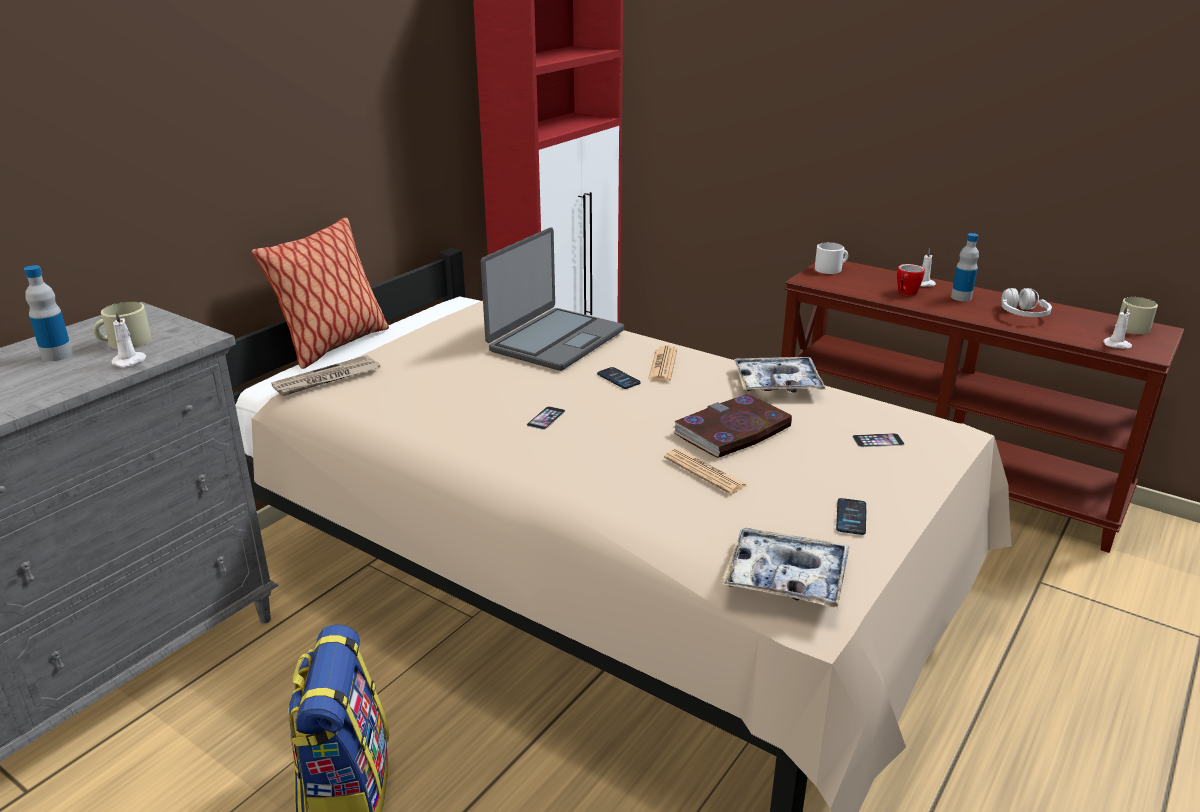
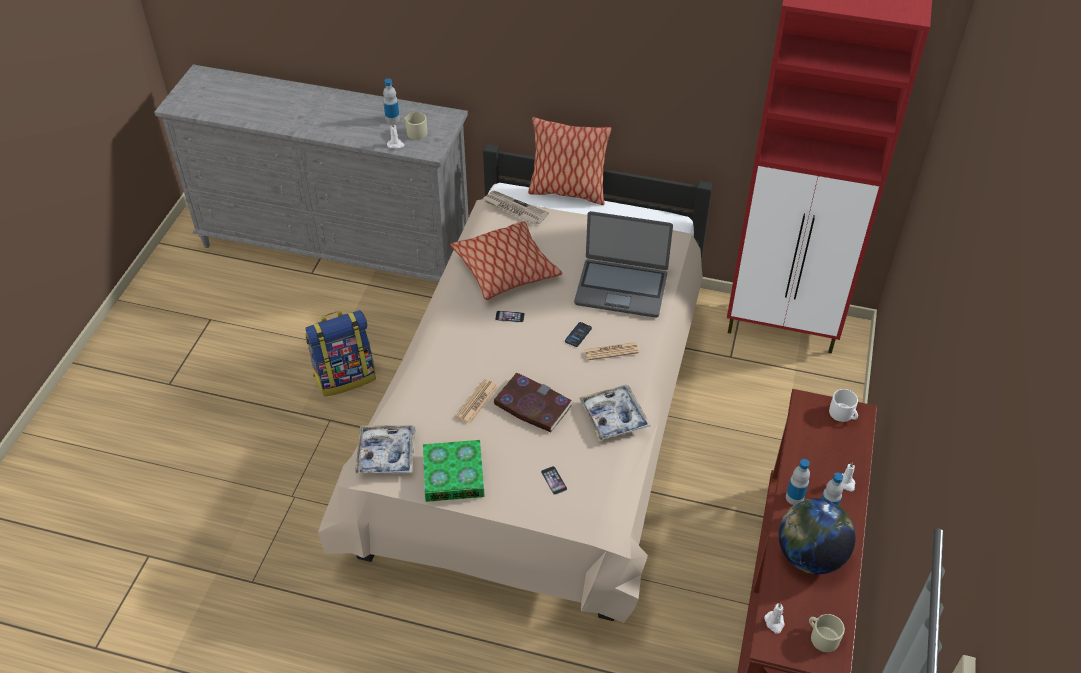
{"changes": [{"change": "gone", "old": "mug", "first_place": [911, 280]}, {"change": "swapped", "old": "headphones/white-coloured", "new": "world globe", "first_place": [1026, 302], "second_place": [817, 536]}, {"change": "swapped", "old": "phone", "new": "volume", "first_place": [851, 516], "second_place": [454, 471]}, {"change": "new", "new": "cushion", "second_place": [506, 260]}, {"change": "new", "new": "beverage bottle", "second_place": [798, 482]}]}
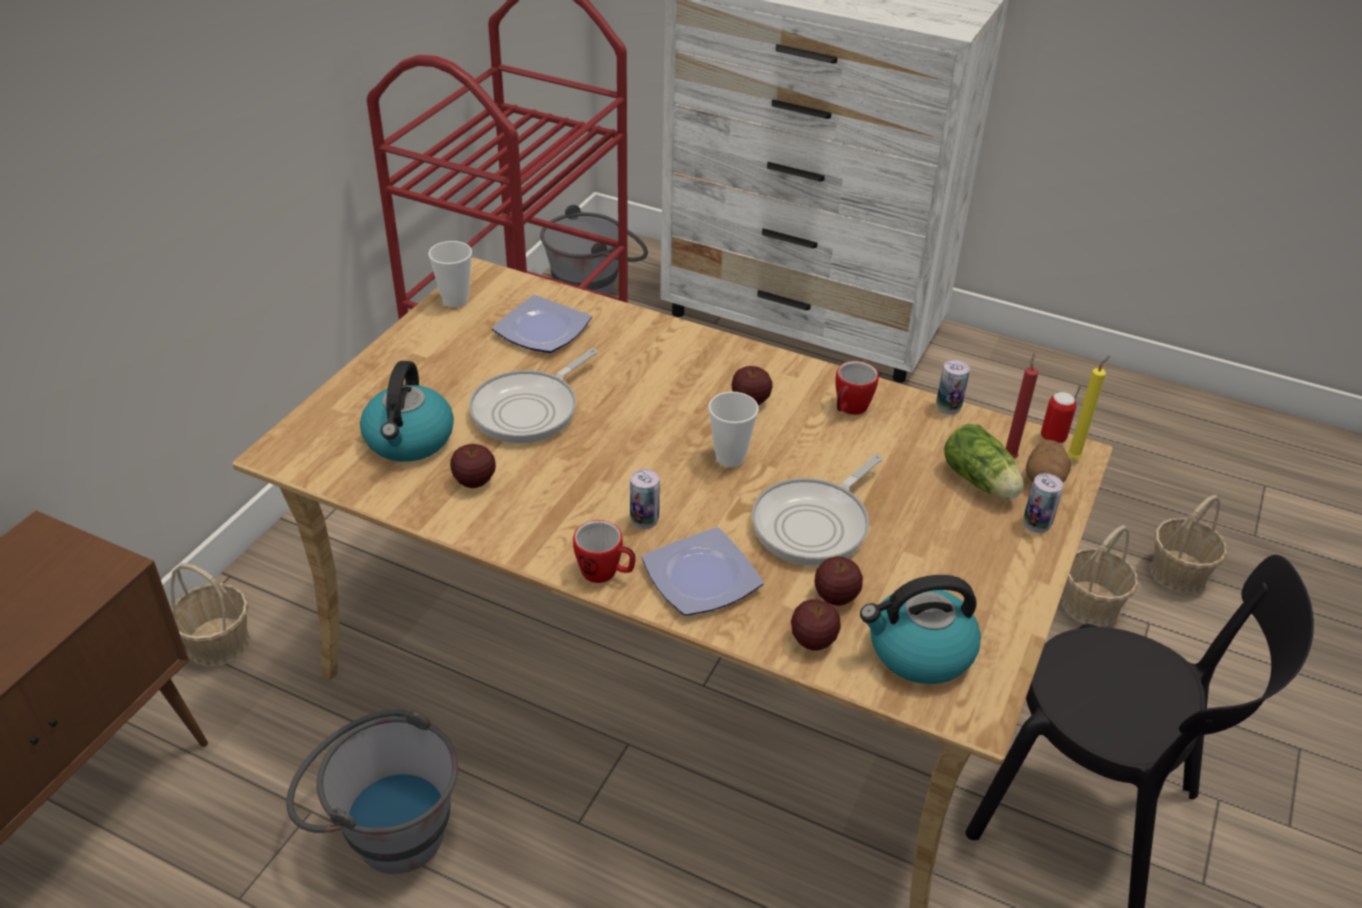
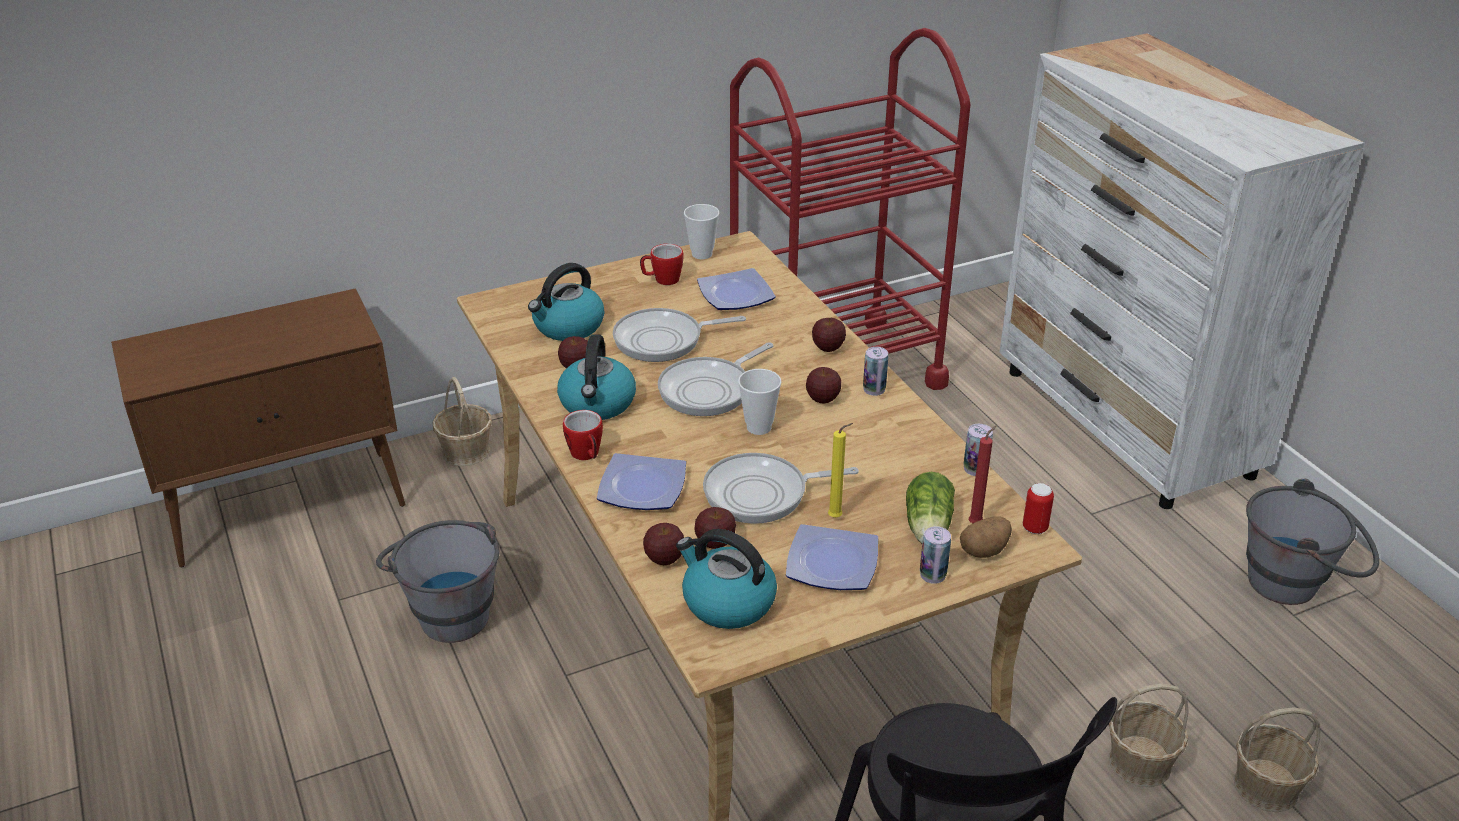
{"changes": [{"change": "shifted", "old": "water bucket/greyish", "first_place": [594, 250], "second_place": [1312, 541]}, {"change": "shifted", "old": "candle/yellowish", "first_place": [1088, 407], "second_place": [840, 470]}, {"change": "shifted", "old": "mug", "first_place": [857, 388], "second_place": [662, 264]}, {"change": "shifted", "old": "metal can", "first_place": [645, 499], "second_place": [875, 371]}, {"change": "new", "new": "whole apple", "second_place": [829, 335]}, {"change": "new", "new": "kettle", "second_place": [596, 377]}, {"change": "new", "new": "frying pan", "second_place": [715, 379]}, {"change": "new", "new": "dinner plate", "second_place": [832, 557]}]}
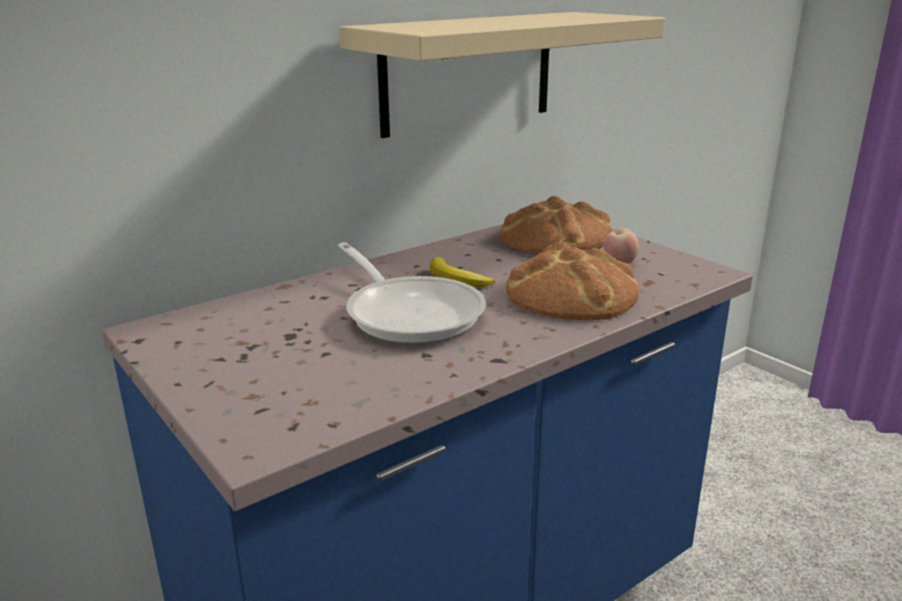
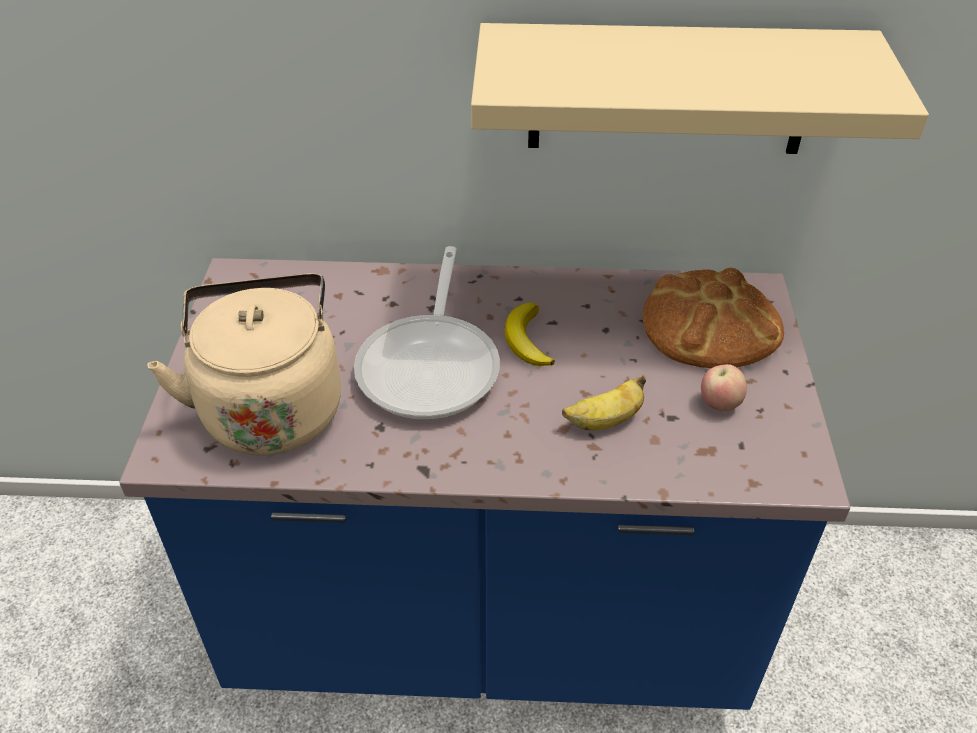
{"changes": [{"change": "swapped", "old": "bakery bread", "new": "banana fruit", "first_place": [572, 280], "second_place": [604, 403]}, {"change": "new", "new": "kettle/beige", "second_place": [244, 364]}]}
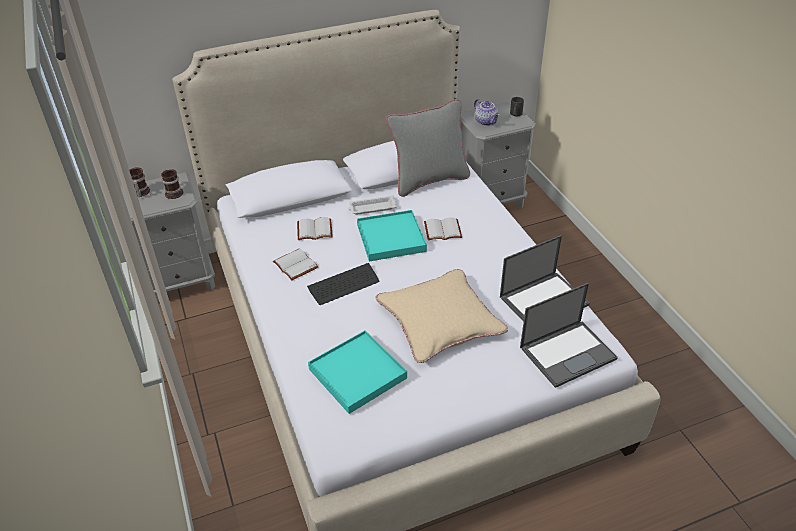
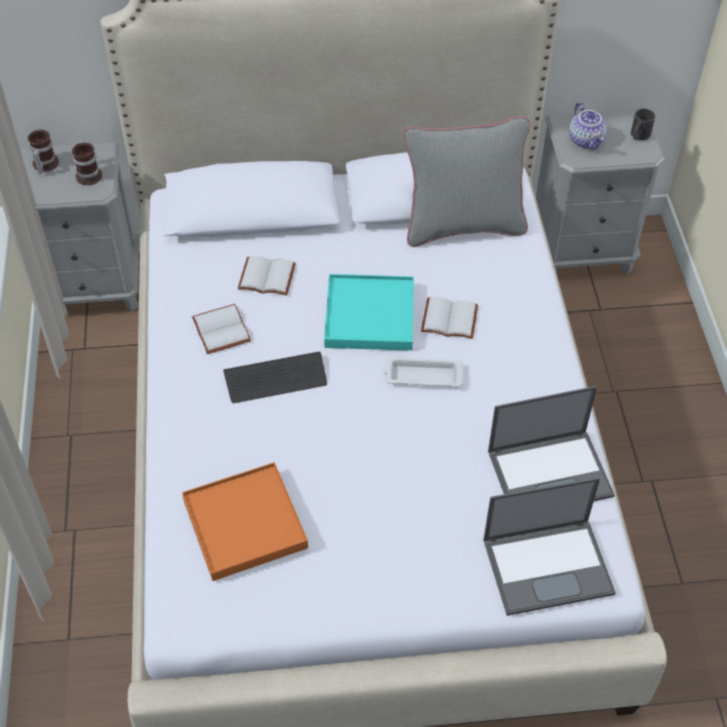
{"changes": [{"change": "shifted", "old": "carrying tray/white-coloured", "first_place": [372, 205], "second_place": [423, 372]}, {"change": "gone", "old": "cushion/beige", "first_place": [442, 316]}, {"change": "repainted", "old": "carrying tray/blue-green", "new": "carrying tray/orangey", "first_place": [357, 372], "second_place": [245, 521]}]}
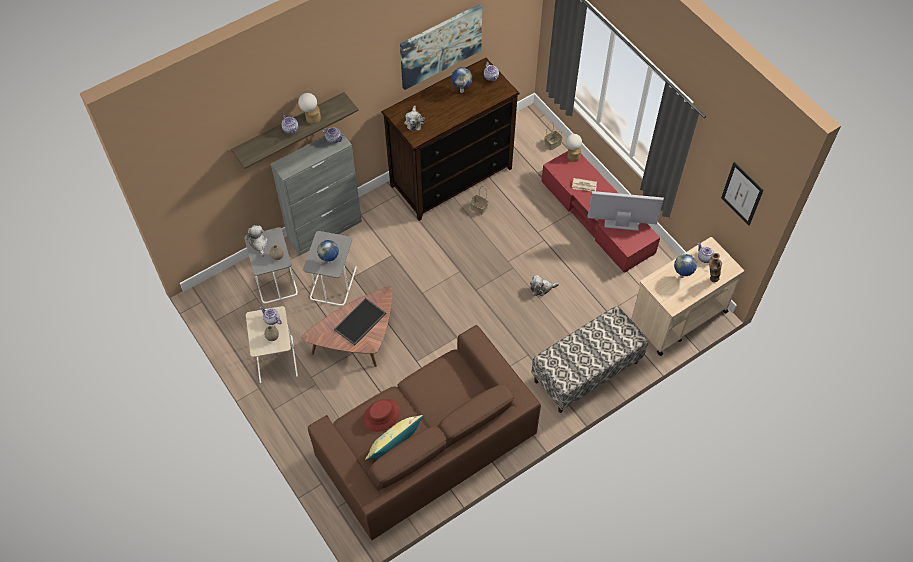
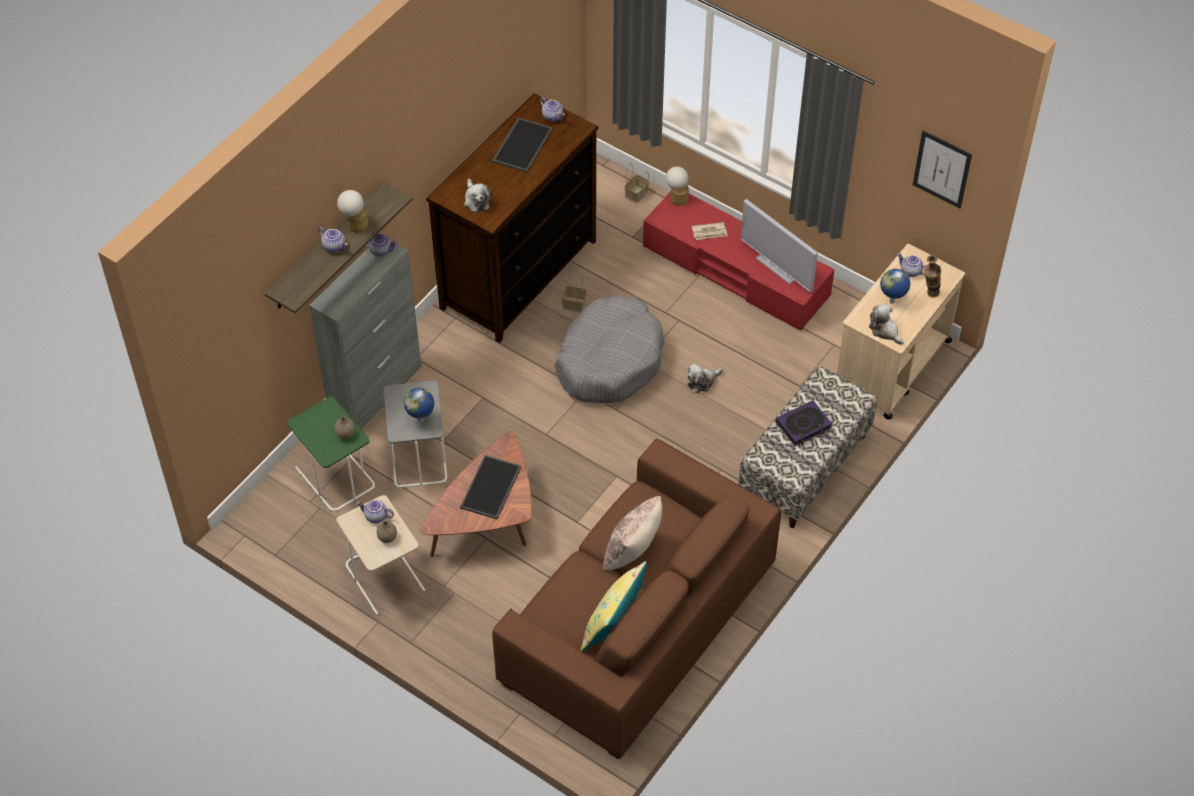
{"changes": [{"change": "gone", "old": "wall picture", "first_place": [441, 47]}, {"change": "swapped", "old": "world globe", "new": "carrying tray", "first_place": [461, 80], "second_place": [522, 144]}, {"change": "rotated", "old": "TV", "first_place": [626, 211], "second_place": [779, 245], "degrees": -120}, {"change": "shifted", "old": "cuddly toy", "first_place": [257, 241], "second_place": [886, 324]}, {"change": "repainted", "old": "end table/greyish", "new": "end table/greenish", "first_place": [271, 265], "second_place": [331, 454]}, {"change": "gone", "old": "clothing hat/reddish", "first_place": [381, 415]}, {"change": "new", "new": "dog cushion/greyish", "second_place": [610, 349]}, {"change": "new", "new": "volume", "second_place": [804, 423]}, {"change": "new", "new": "cushion/beige", "second_place": [632, 533]}]}
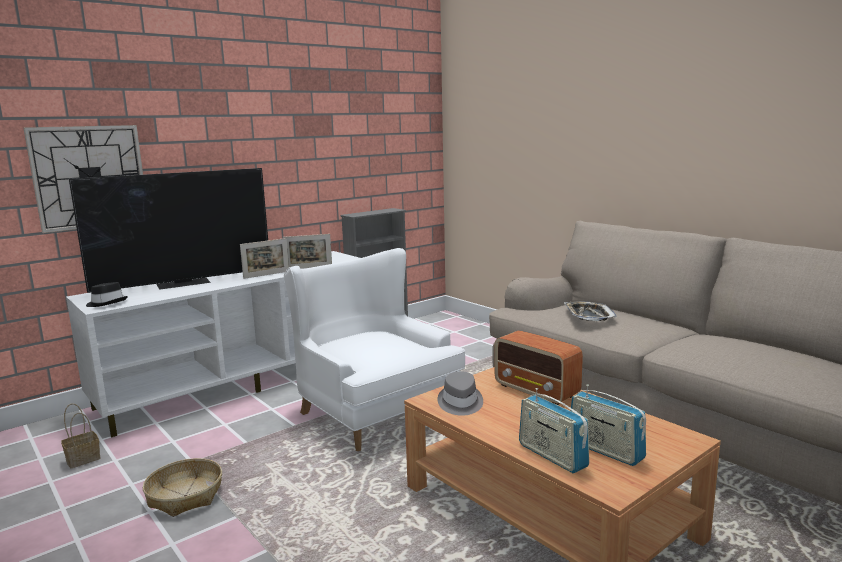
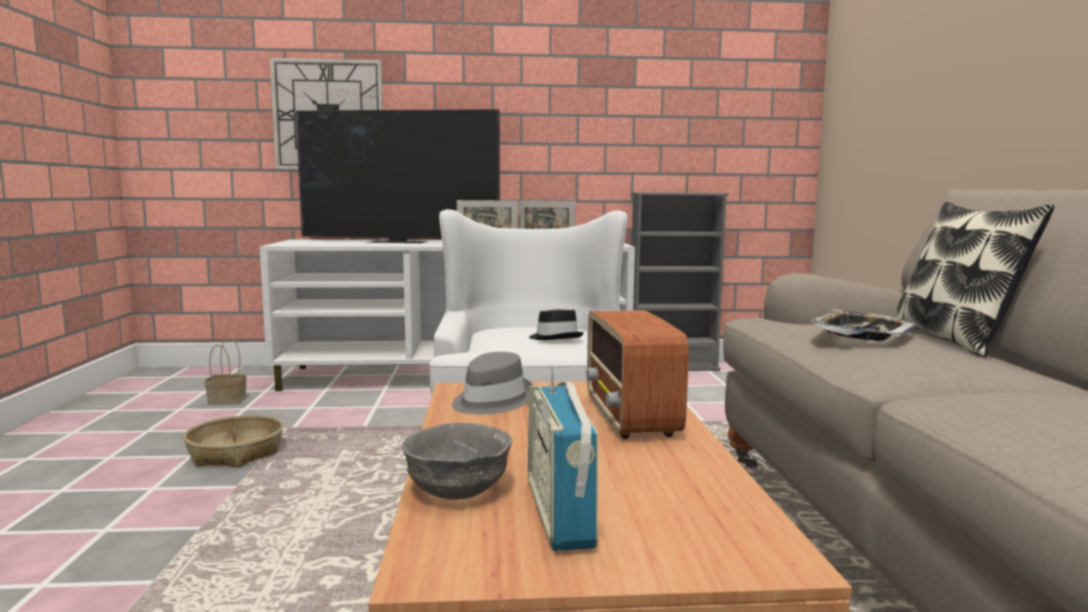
{"changes": [{"change": "shifted", "old": "clothing hat/blackish", "first_place": [107, 294], "second_place": [556, 325]}, {"change": "swapped", "old": "radio receiver", "new": "deep dish/greyish", "first_place": [554, 430], "second_place": [457, 461]}, {"change": "new", "new": "cushion", "second_place": [974, 280]}]}
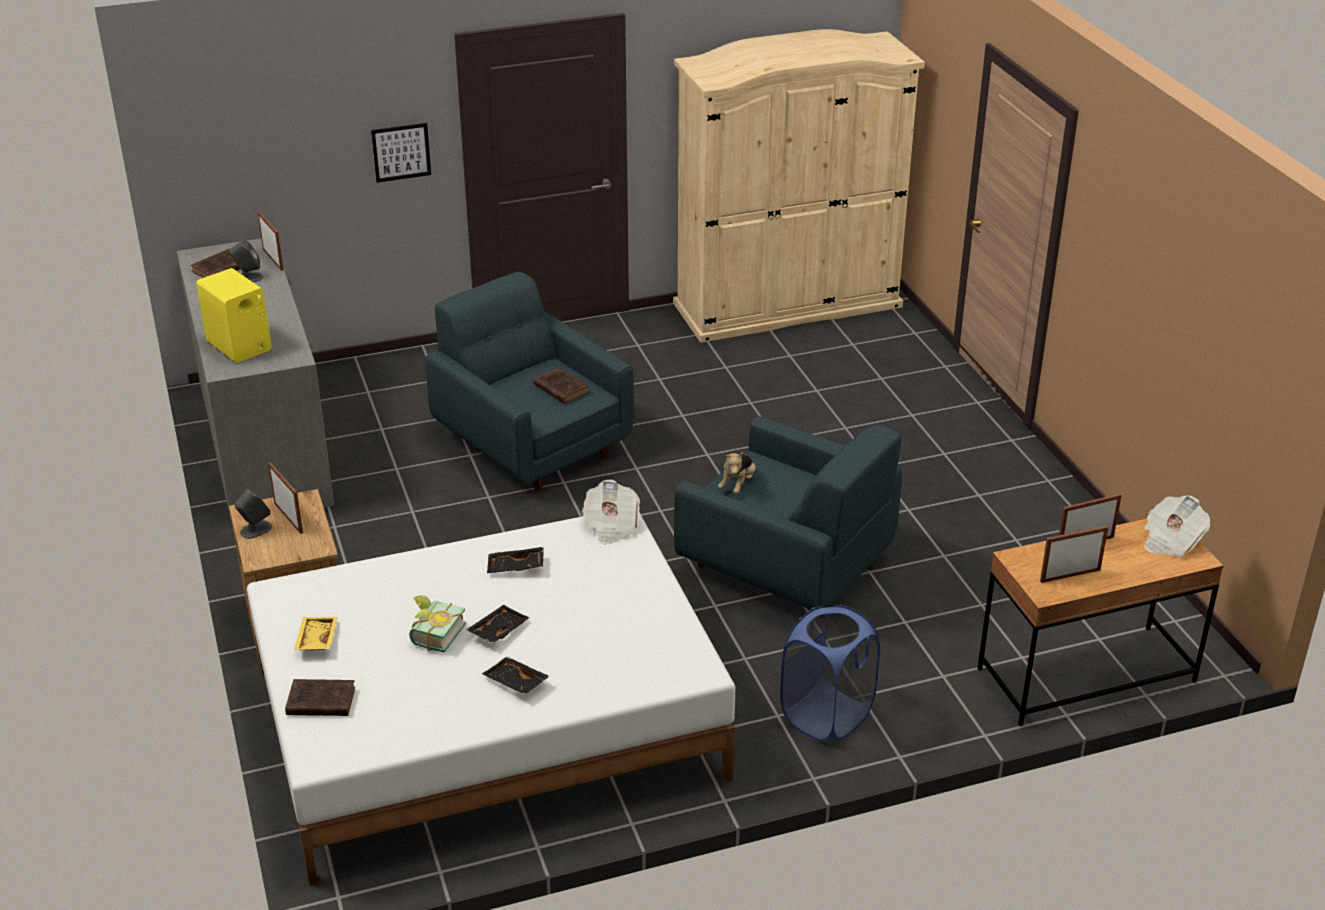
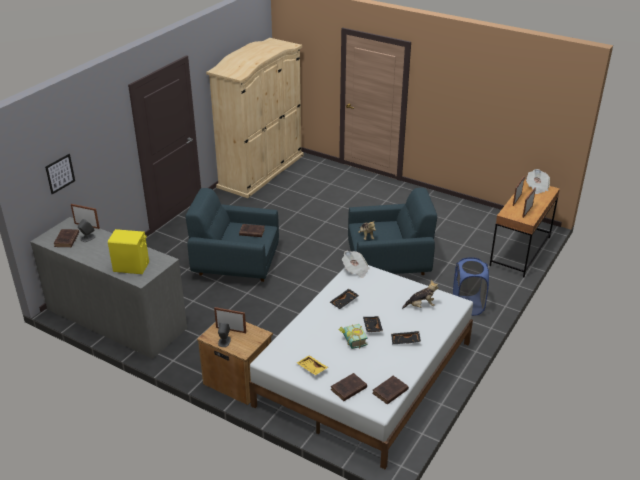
{"changes": [{"change": "shifted", "old": "wall picture", "first_place": [401, 153], "second_place": [60, 174]}, {"change": "new", "new": "cuddly toy", "second_place": [420, 294]}, {"change": "new", "new": "volume/brownish", "second_place": [390, 390]}]}
